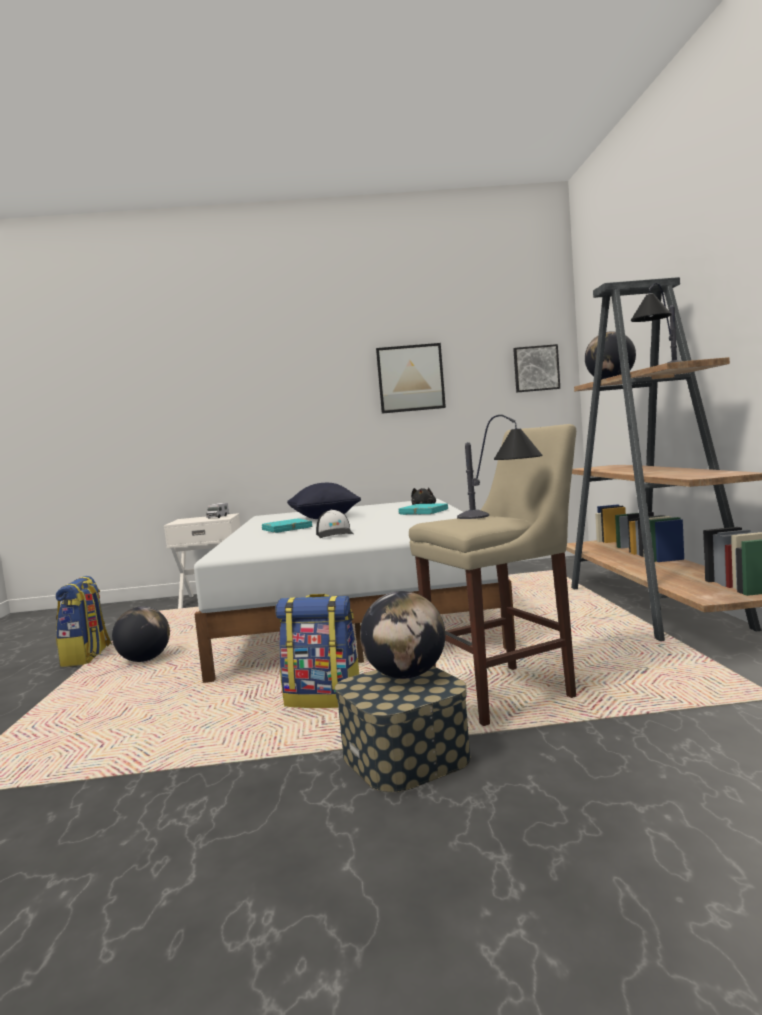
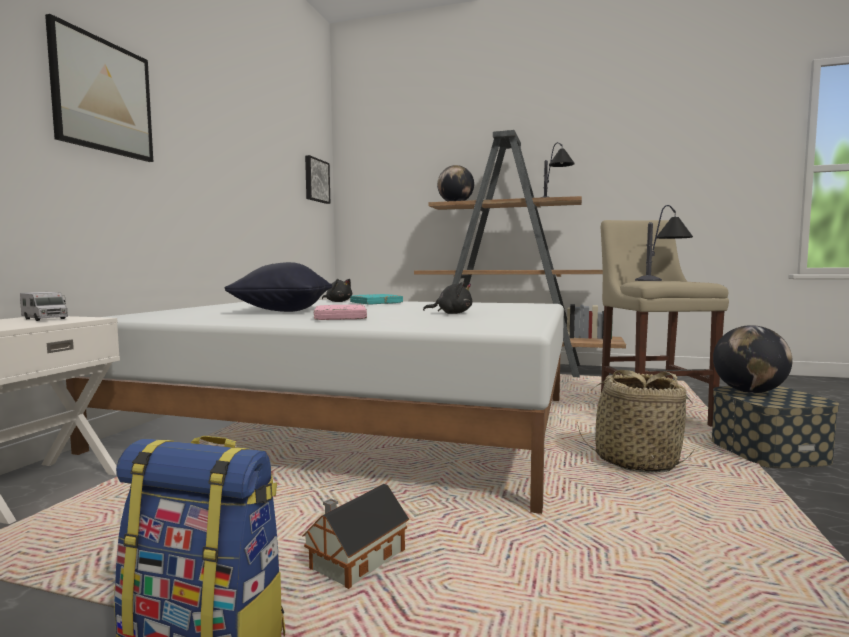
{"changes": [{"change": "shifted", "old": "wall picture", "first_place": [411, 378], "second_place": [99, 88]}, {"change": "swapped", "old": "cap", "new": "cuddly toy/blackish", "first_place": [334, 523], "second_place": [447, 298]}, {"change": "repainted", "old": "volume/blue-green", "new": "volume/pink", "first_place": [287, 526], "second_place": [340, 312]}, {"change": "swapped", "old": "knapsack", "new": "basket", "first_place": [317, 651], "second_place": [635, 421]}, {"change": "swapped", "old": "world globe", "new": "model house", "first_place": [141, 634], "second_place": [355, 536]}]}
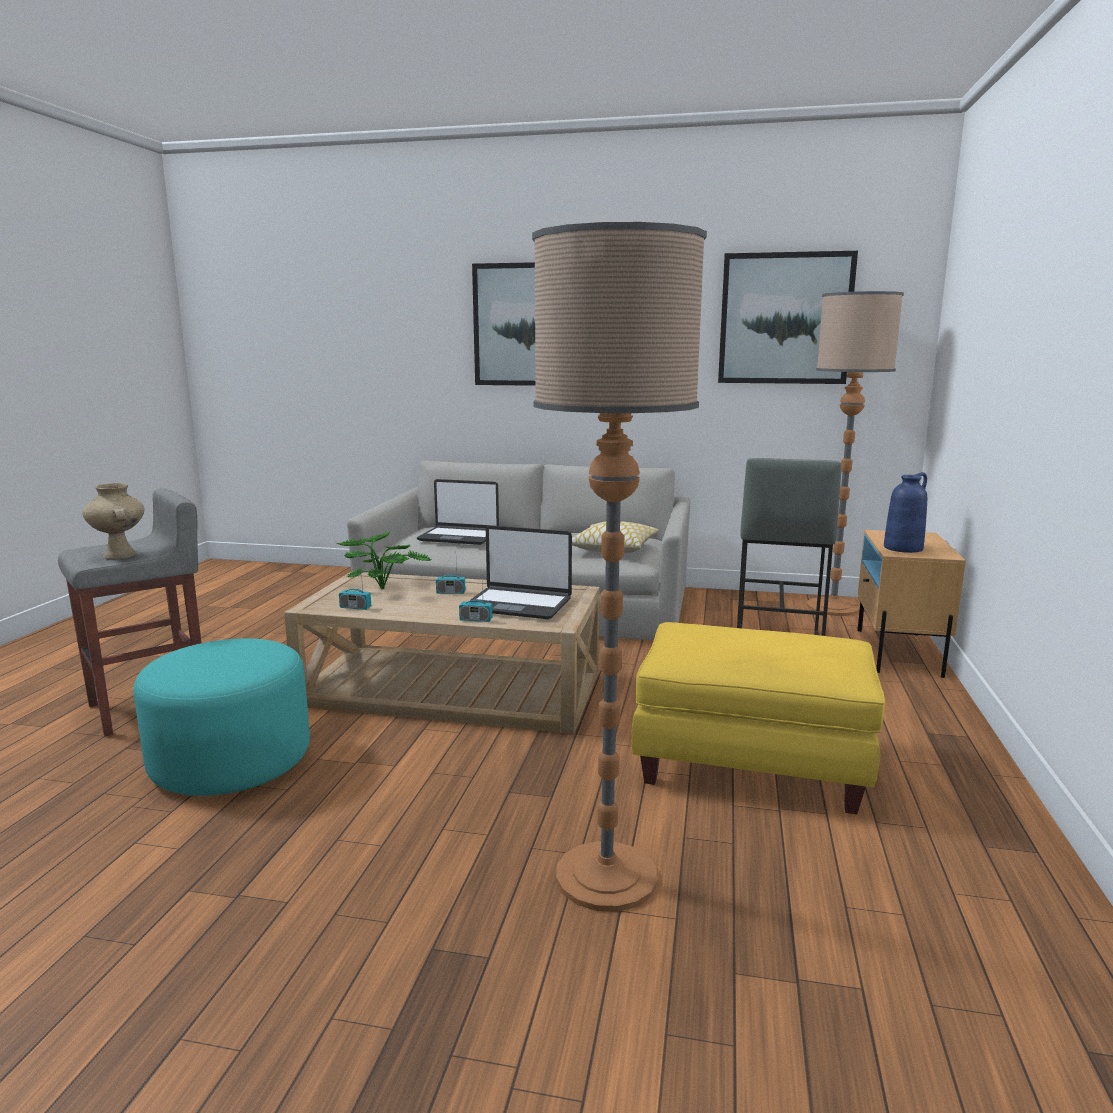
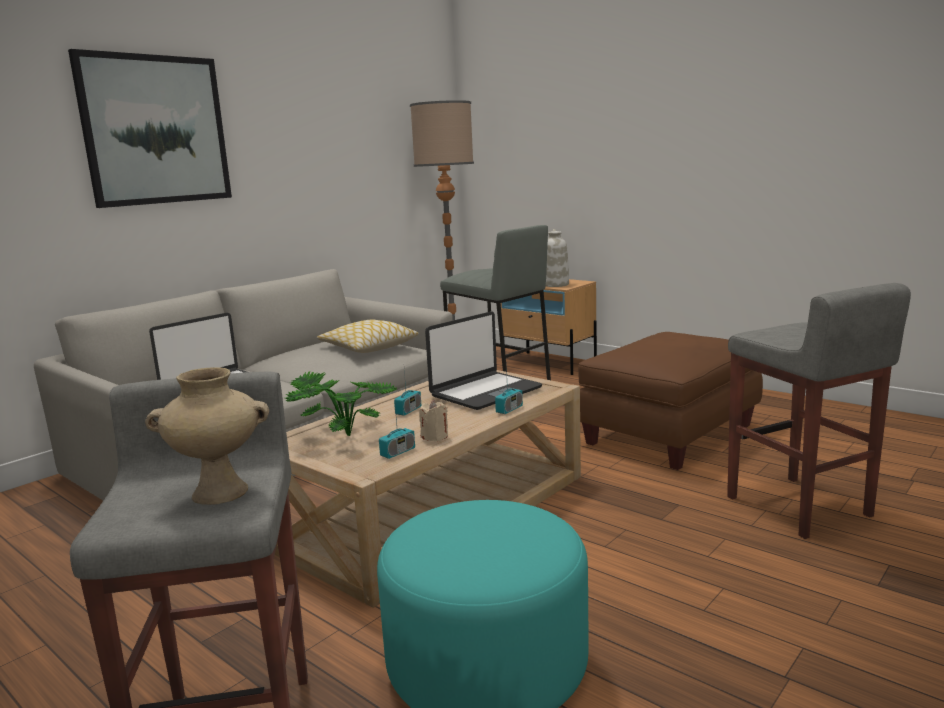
{"changes": [{"change": "swapped", "old": "standard lamp", "new": "stool/greyish", "first_place": [619, 567], "second_place": [819, 411]}, {"change": "gone", "old": "wall picture", "first_place": [788, 317]}, {"change": "repainted", "old": "vase/blue", "new": "vase/white-coloured", "first_place": [905, 512], "second_place": [557, 258]}, {"change": "repainted", "old": "pouffe/yellowish", "new": "pouffe/brownish", "first_place": [758, 718], "second_place": [670, 401]}, {"change": "new", "new": "candle/beige", "second_place": [433, 420]}]}
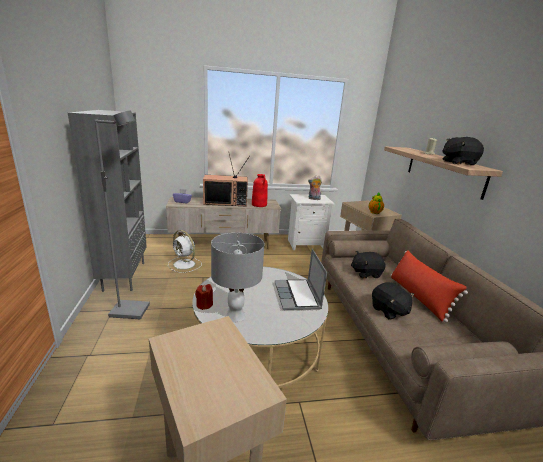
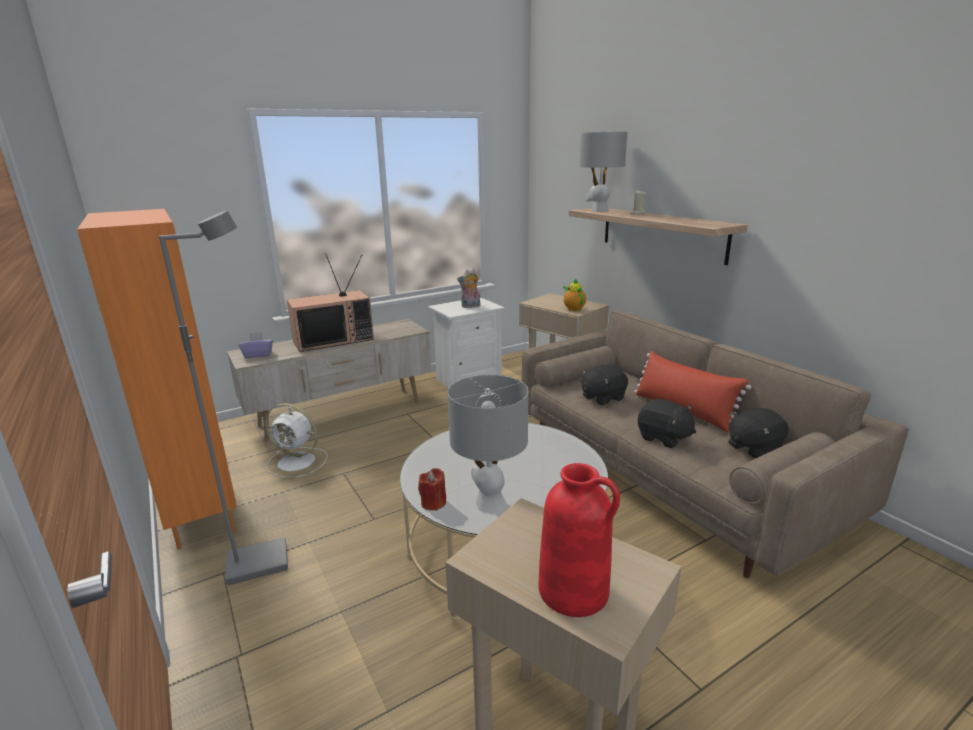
{"changes": [{"change": "repainted", "old": "bookcase/greyish", "new": "bookcase/orangey", "first_place": [107, 201], "second_place": [157, 379]}, {"change": "shifted", "old": "cuddly toy/blackish", "first_place": [463, 151], "second_place": [758, 433]}, {"change": "shifted", "old": "vase/reddish", "first_place": [260, 190], "second_place": [579, 540]}, {"change": "gone", "old": "portable computer", "first_place": [301, 279]}, {"change": "new", "new": "lamp for a table/greyish", "second_place": [603, 171]}]}
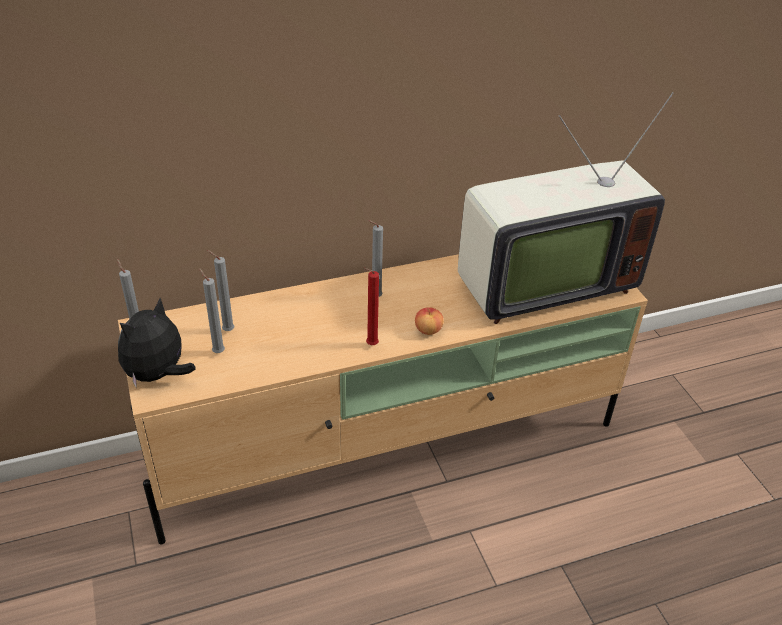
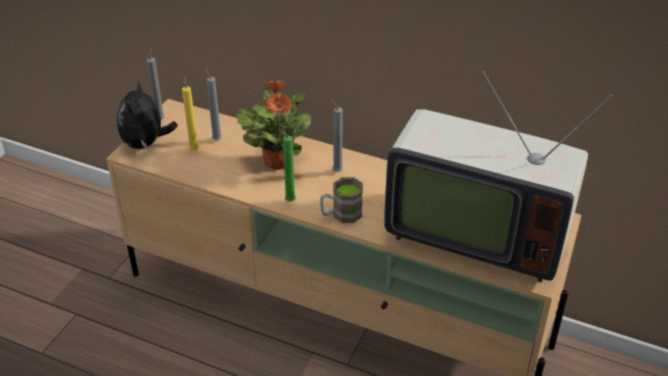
{"changes": [{"change": "repainted", "old": "candle/greyish", "new": "candle/yellowish", "first_place": [212, 310], "second_place": [190, 113]}, {"change": "repainted", "old": "candle/reddish", "new": "candle/greenish", "first_place": [371, 306], "second_place": [287, 165]}, {"change": "rotated", "old": "cuddly toy", "first_place": [156, 343], "second_place": [147, 114], "degrees": -75}, {"change": "swapped", "old": "whole apple", "new": "mug/brownish", "first_place": [429, 321], "second_place": [341, 200]}, {"change": "new", "new": "plant in a pot", "second_place": [273, 125]}]}
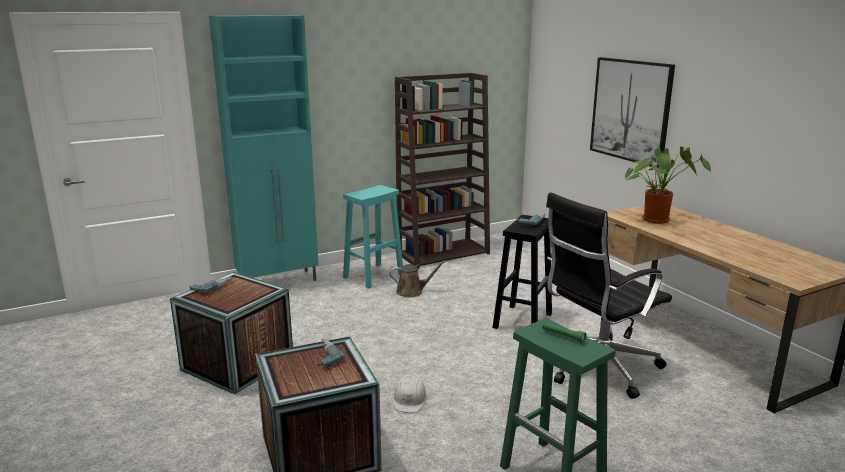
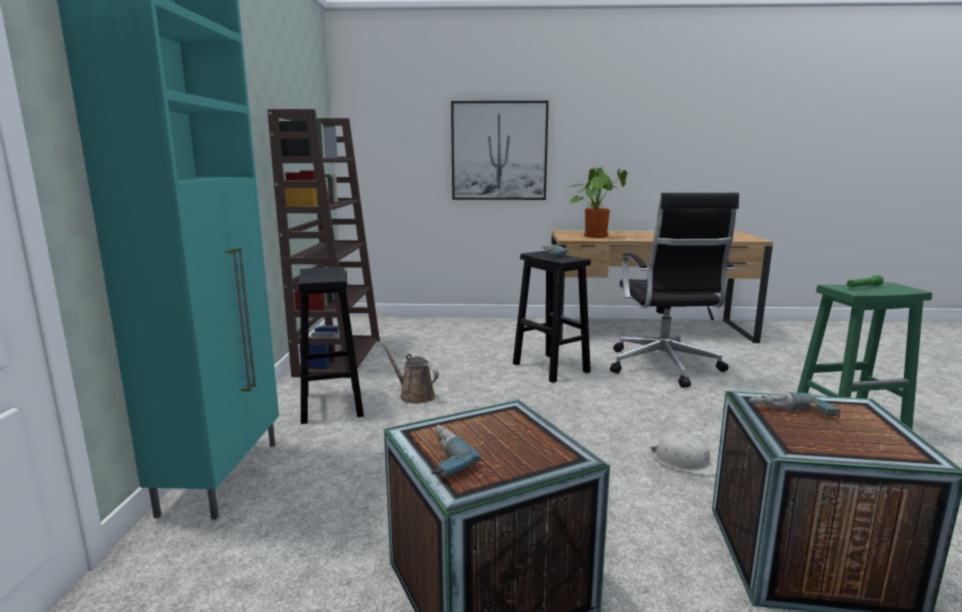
{"changes": [{"change": "repainted", "old": "stool/blue-green", "new": "stool/blackish", "first_place": [373, 237], "second_place": [331, 345]}, {"change": "rotated", "old": "watering pot/brownish", "first_place": [418, 279], "second_place": [410, 373], "degrees": -75}]}
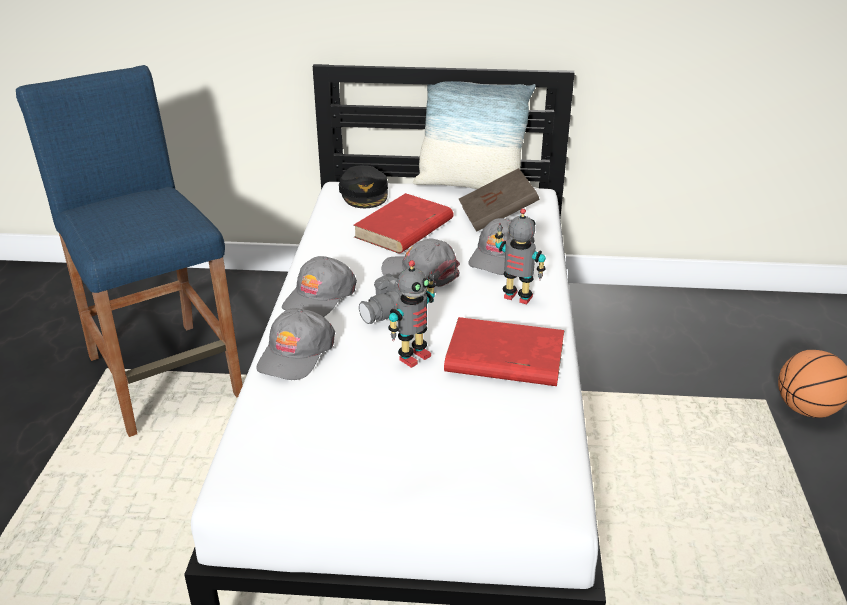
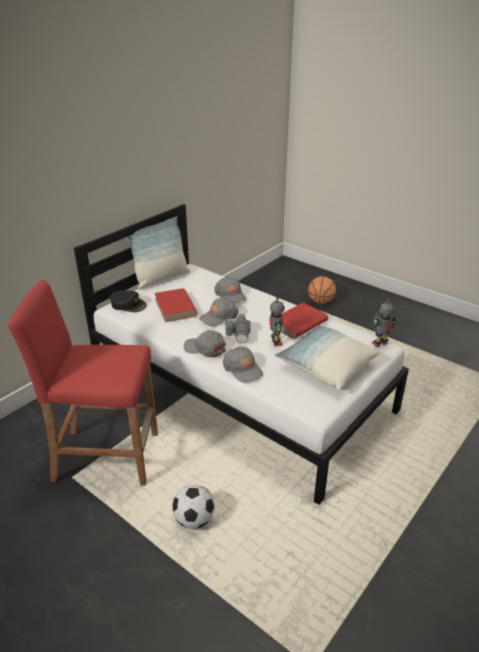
{"changes": [{"change": "repainted", "old": "stool/blue", "new": "stool/reddish", "first_place": [129, 251], "second_place": [83, 383]}, {"change": "gone", "old": "volume/brownish", "first_place": [499, 200]}, {"change": "shifted", "old": "toy robot", "first_place": [520, 256], "second_place": [384, 323]}, {"change": "rotated", "old": "cap/greyish", "first_place": [319, 286], "second_place": [205, 343], "degrees": 135}, {"change": "new", "new": "cushion", "second_place": [327, 357]}, {"change": "new", "new": "football ball", "second_place": [193, 506]}]}
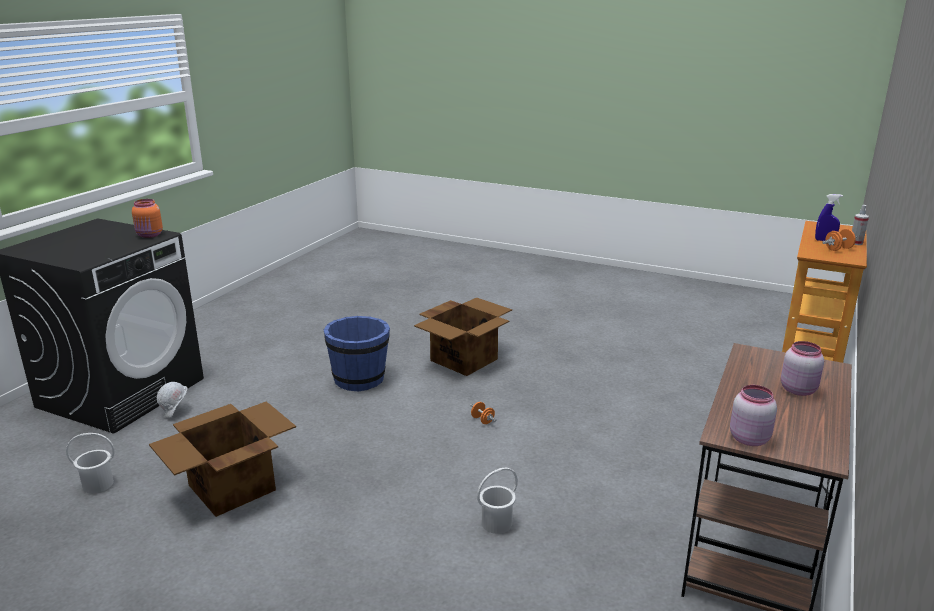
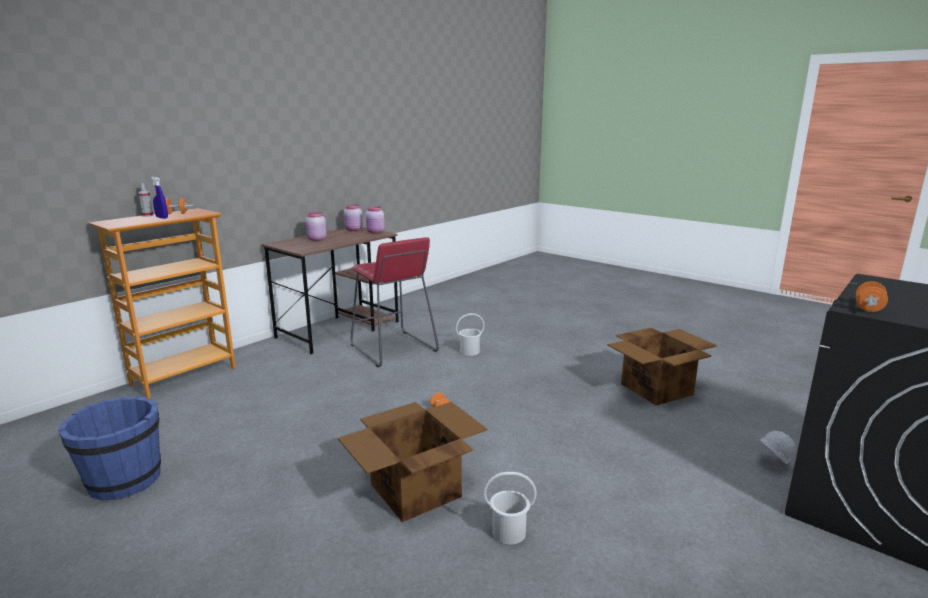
{"changes": [{"change": "swapped", "old": "storage jar/orangey", "new": "hand weight/orangey", "first_place": [147, 218], "second_place": [872, 296]}, {"change": "shifted", "old": "water bucket/blue", "first_place": [356, 353], "second_place": [109, 448]}, {"change": "shifted", "old": "water bucket/white-coloured", "first_place": [90, 463], "second_place": [510, 508]}, {"change": "new", "new": "storage jar/pink", "second_place": [353, 218]}, {"change": "new", "new": "stool/reddish", "second_place": [395, 302]}]}
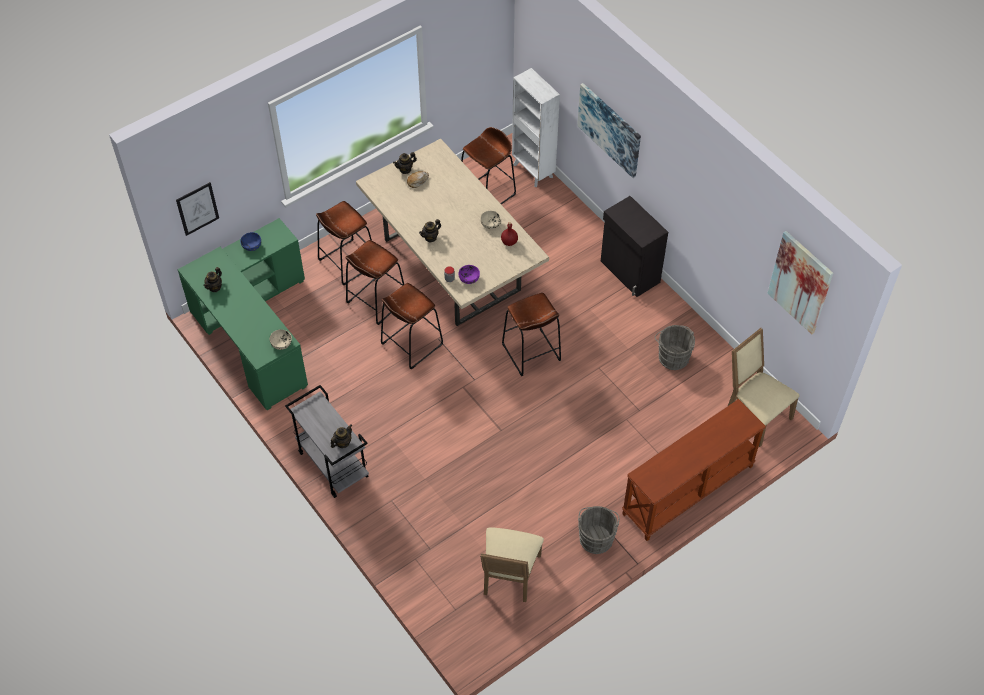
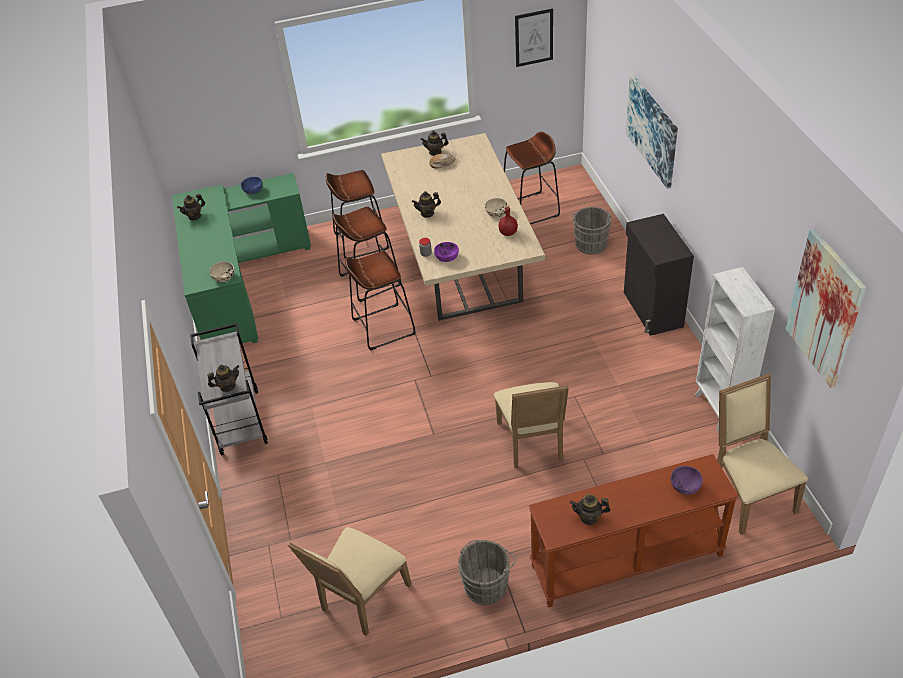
{"changes": [{"change": "shifted", "old": "bookcase/white-coloured", "first_place": [536, 127], "second_place": [735, 349]}, {"change": "shifted", "old": "wall picture", "first_place": [197, 209], "second_place": [534, 37]}, {"change": "gone", "old": "stool/brownish", "first_place": [531, 334]}, {"change": "shifted", "old": "water bucket/greyish", "first_place": [675, 347], "second_place": [591, 231]}, {"change": "new", "new": "plain chair/beige", "second_place": [531, 425]}, {"change": "new", "new": "deep dish/purple", "second_place": [687, 480]}, {"change": "new", "new": "pot for tea", "second_place": [590, 509]}]}
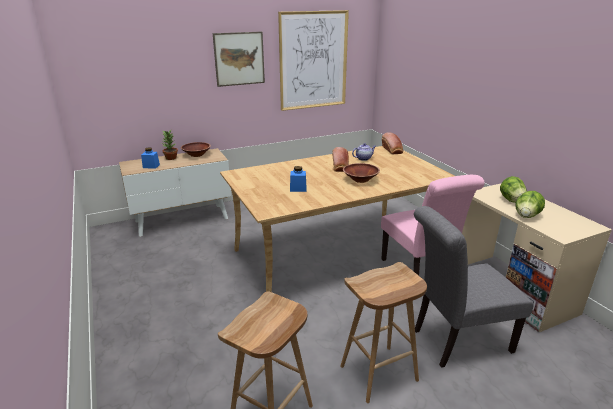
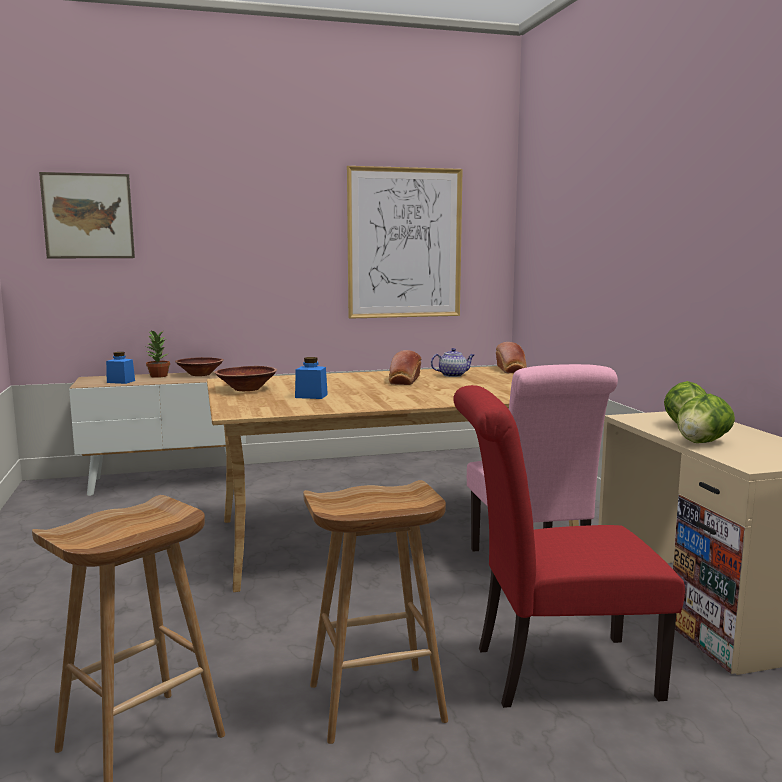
{"changes": [{"change": "shifted", "old": "wall picture", "first_place": [239, 59], "second_place": [87, 215]}, {"change": "shifted", "old": "deep dish/brownish", "first_place": [361, 173], "second_place": [246, 378]}, {"change": "repainted", "old": "plain chair/greyish", "new": "plain chair/reddish", "first_place": [474, 287], "second_place": [569, 546]}]}
